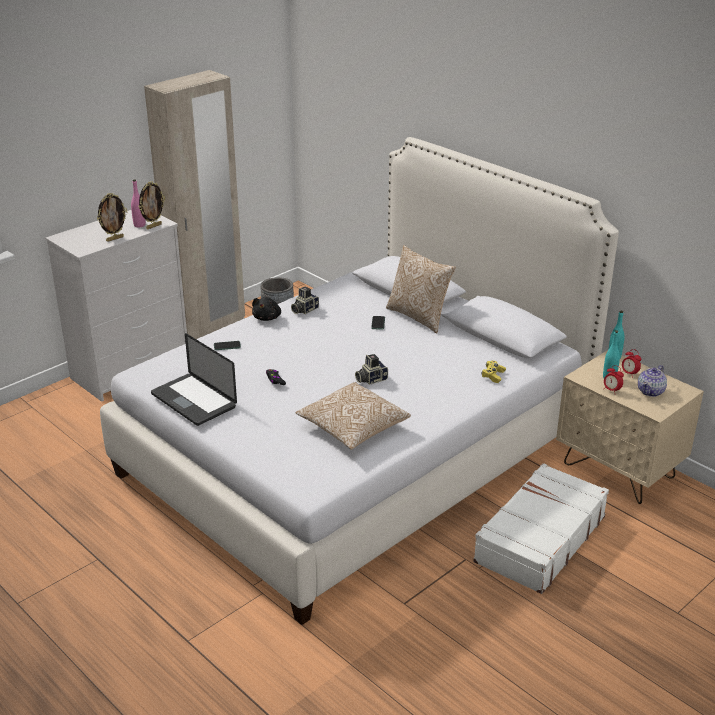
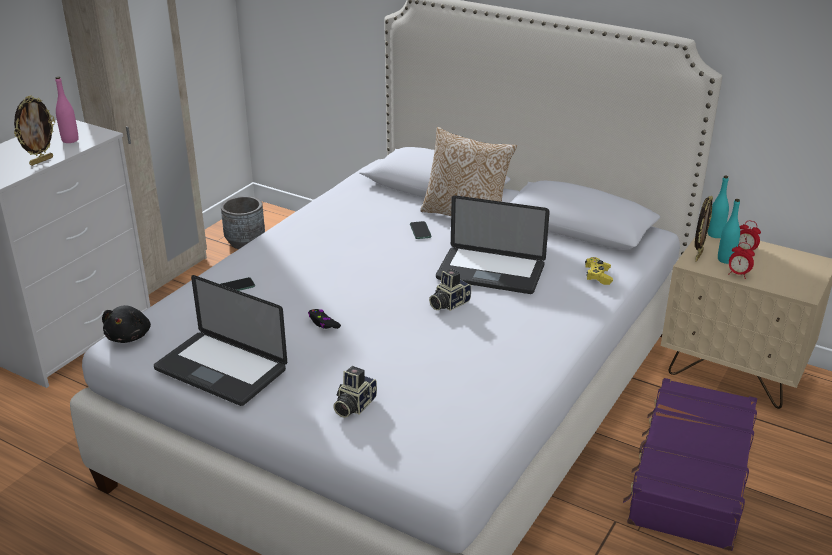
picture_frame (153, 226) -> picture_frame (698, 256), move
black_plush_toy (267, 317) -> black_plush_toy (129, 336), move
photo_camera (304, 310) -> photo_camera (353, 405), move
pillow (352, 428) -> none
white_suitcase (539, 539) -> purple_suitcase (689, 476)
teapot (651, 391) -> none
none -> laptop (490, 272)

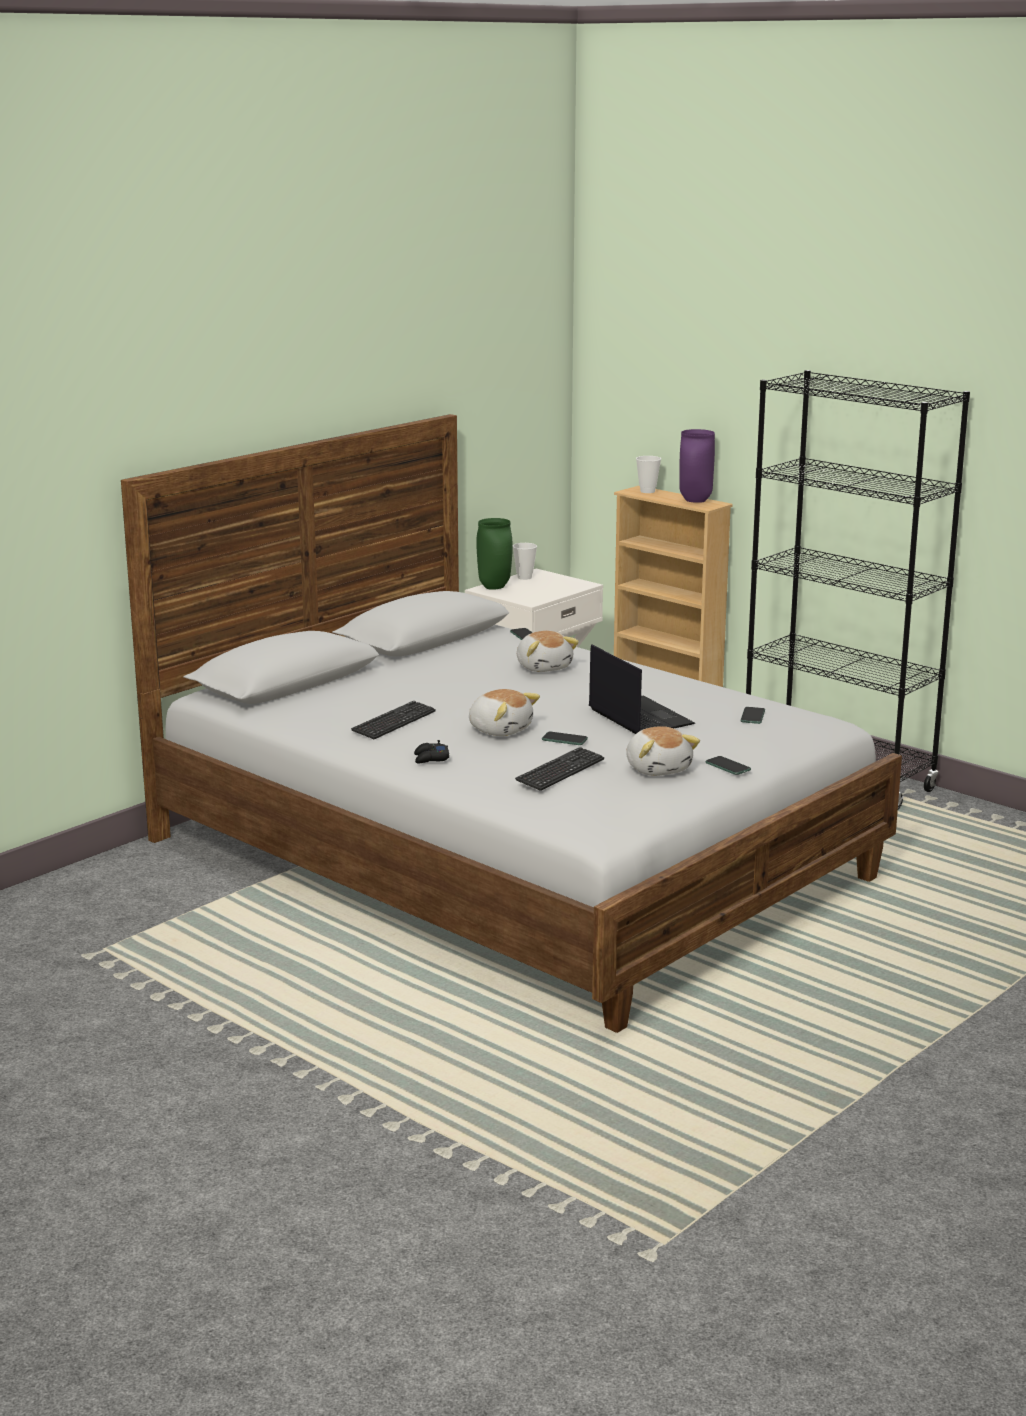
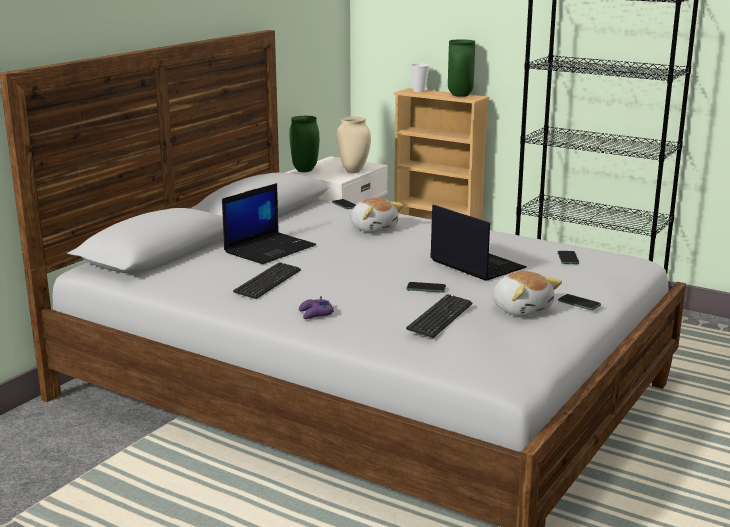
black_game_controller (431, 758) -> purple_game_controller (315, 313)
plush_toy (500, 729) -> none
cup (524, 577) -> none
purple_vase (694, 500) -> green_vase (459, 95)
none -> laptop (270, 249)
none -> beige_vase (354, 171)

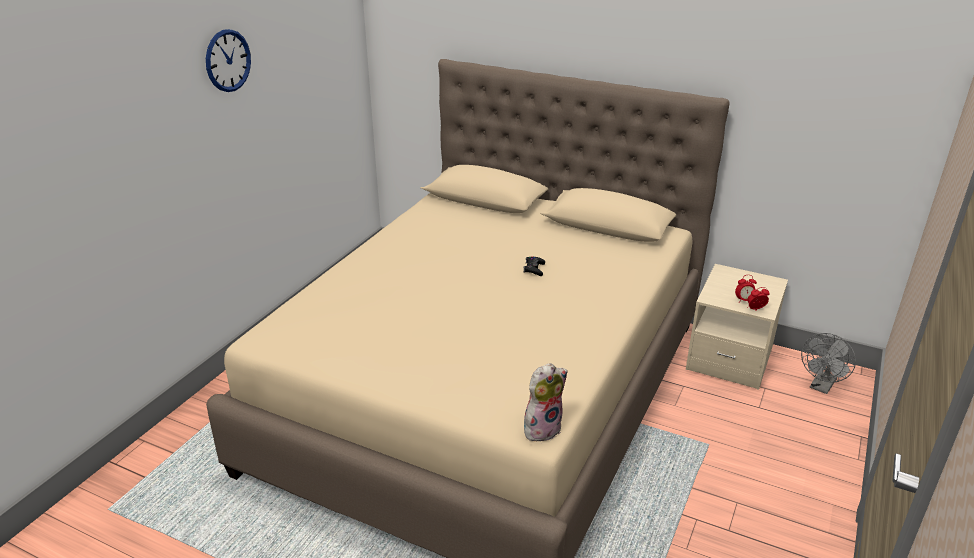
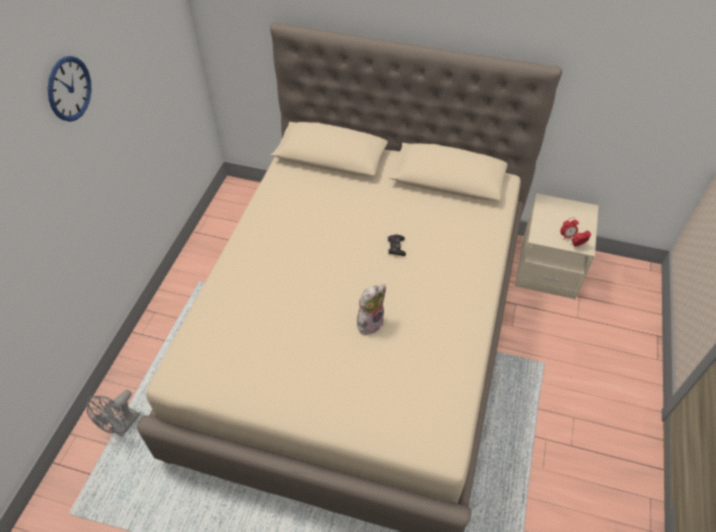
plush_toy (542, 428) -> plush_toy (369, 322), move
grey_fan (821, 387) -> grey_fan (122, 426), move

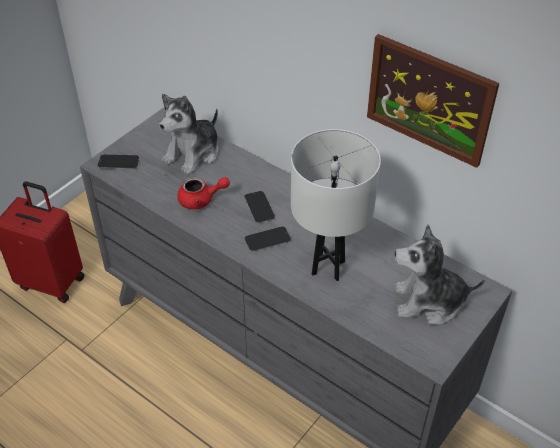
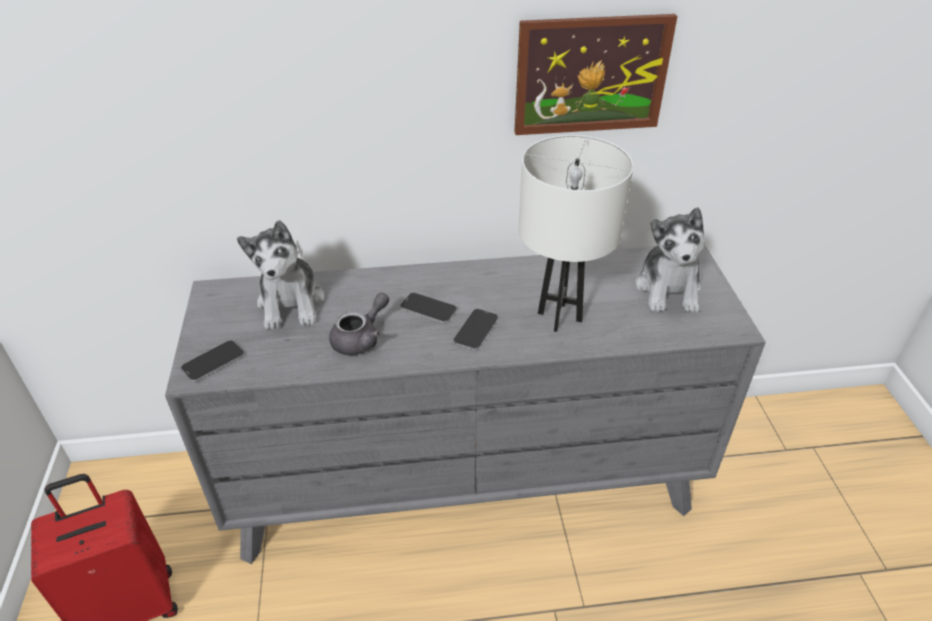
red_teapot (201, 200) -> grey_teapot (361, 338)
plush_toy (429, 302) -> plush_toy (668, 289), 45 degrees counterclockwise

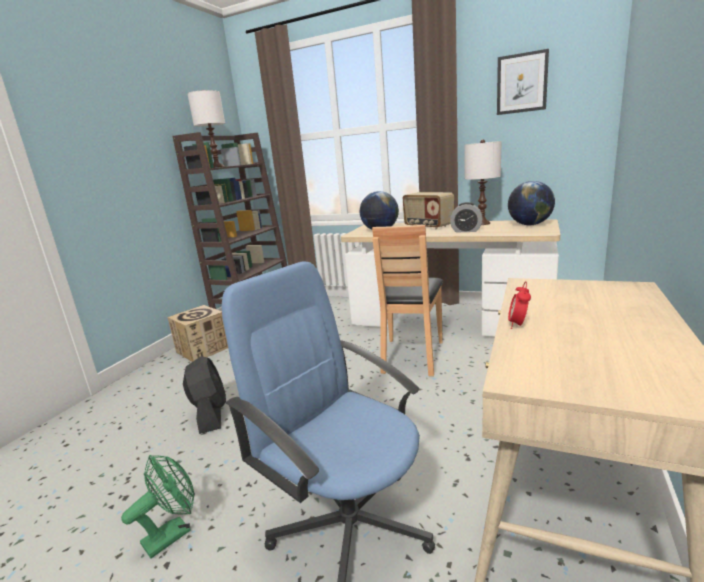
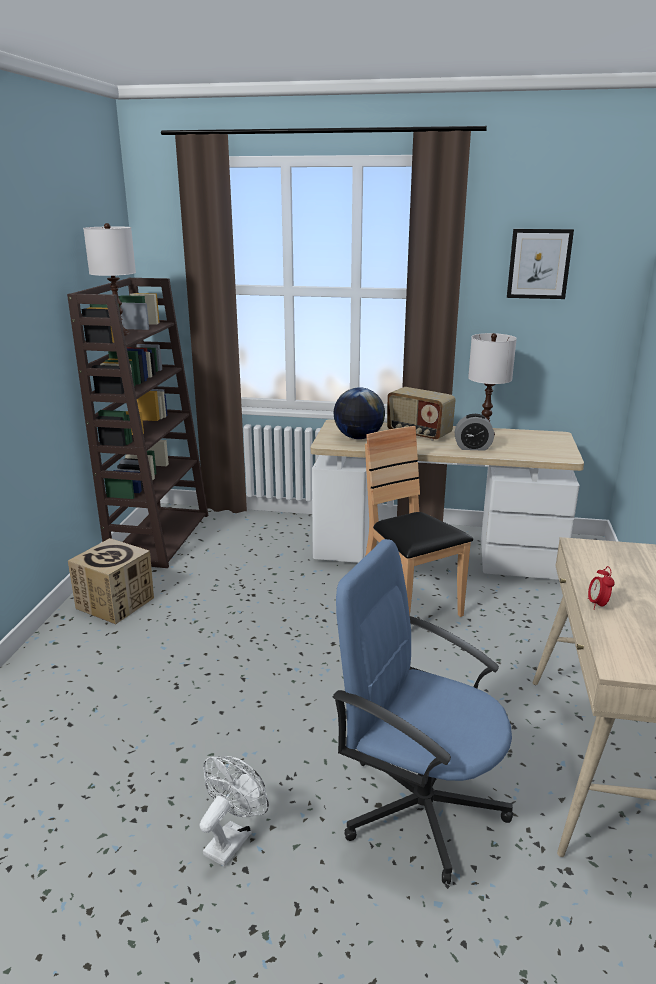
green_fan (173, 533) -> white_fan (232, 838)
black_fan (210, 414) -> none
brown_chair (411, 356) -> brown_chair (409, 604), 150 degrees clockwise
globe (529, 225) -> none

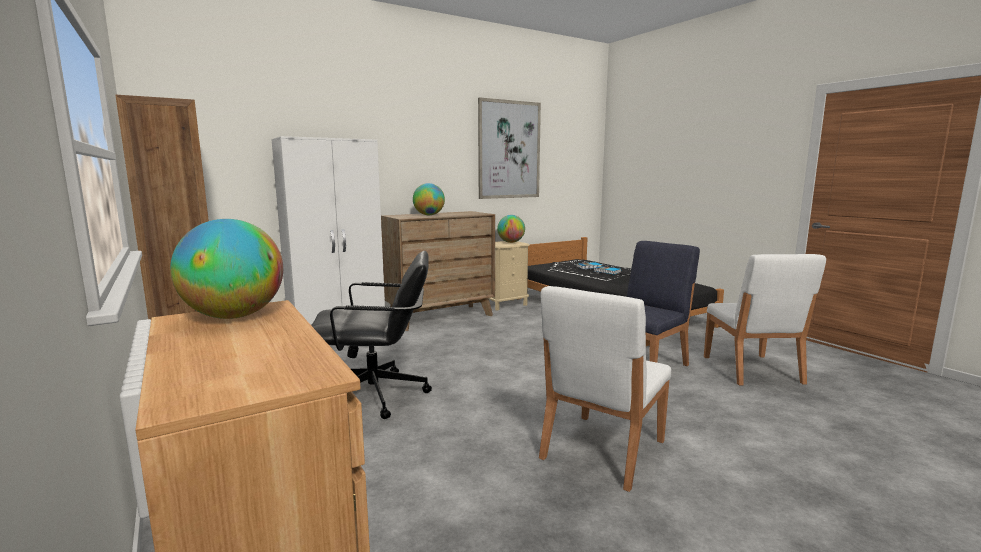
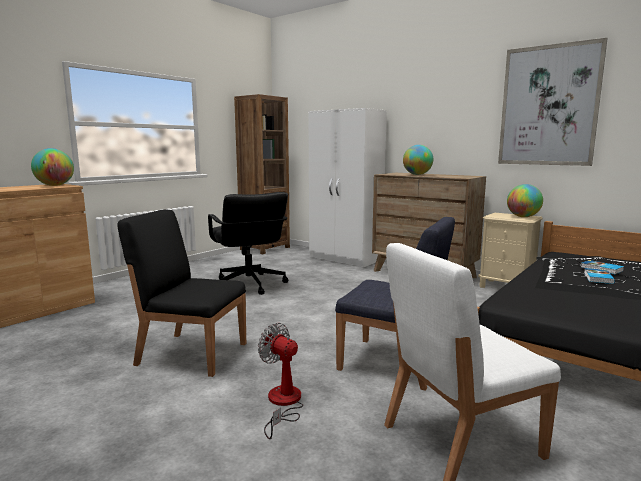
white_chair (601, 450) -> black_chair (191, 353)
none -> fan (283, 403)

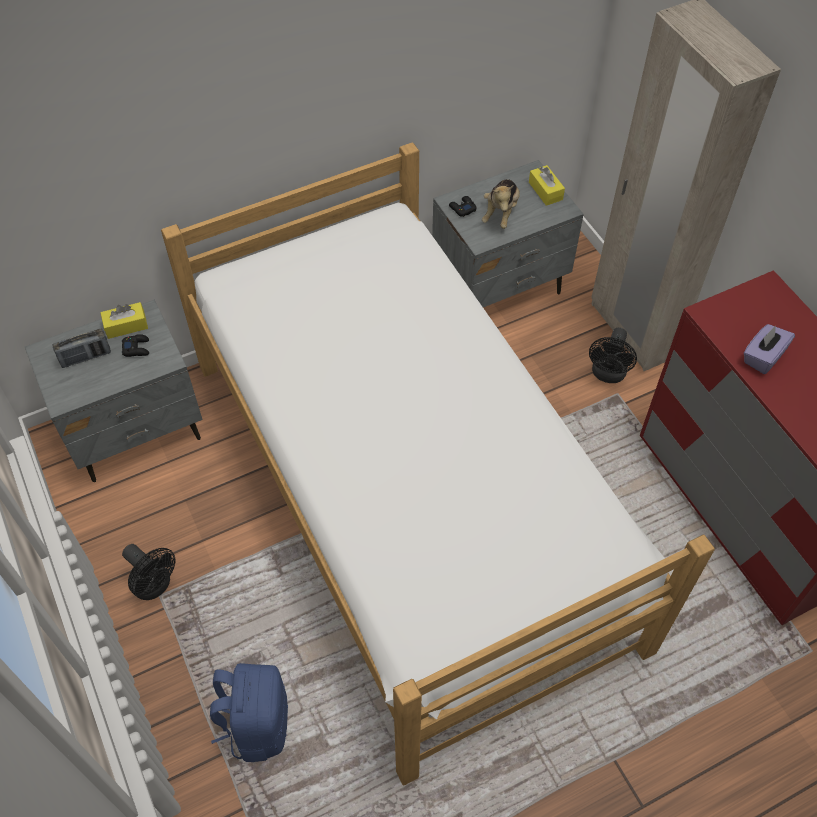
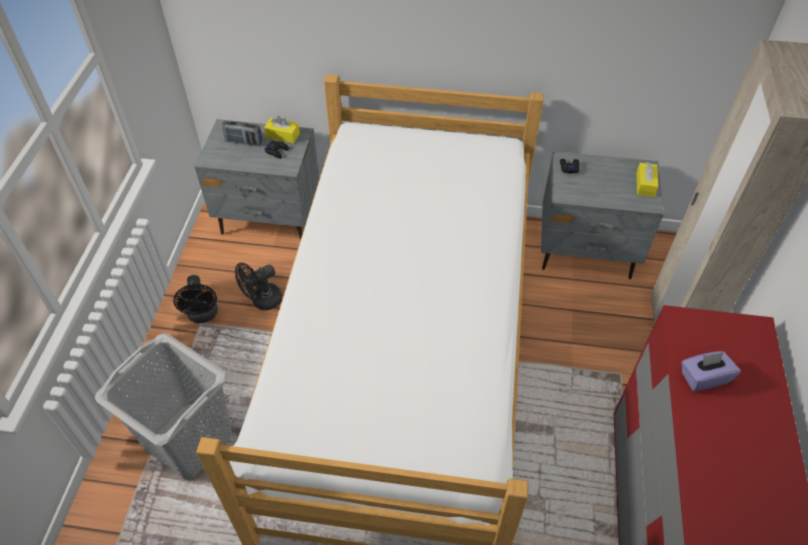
blue_backpack (257, 724) -> grey_laundry_basket (189, 439)
plush_toy (500, 213) -> none
black_fan (608, 375) -> black_fan (262, 301), move

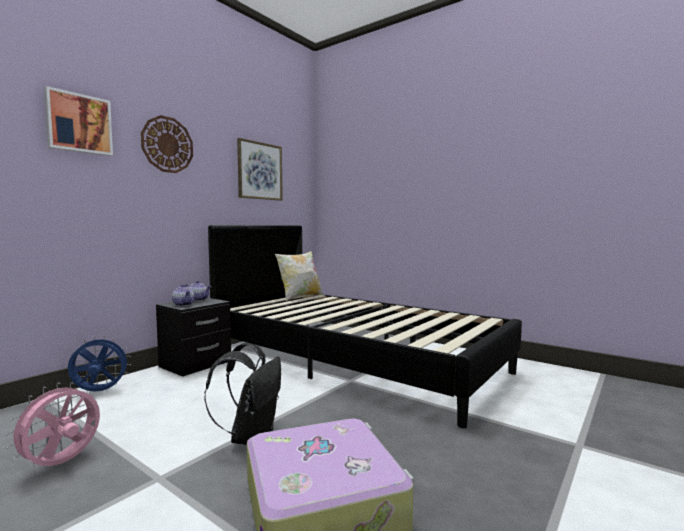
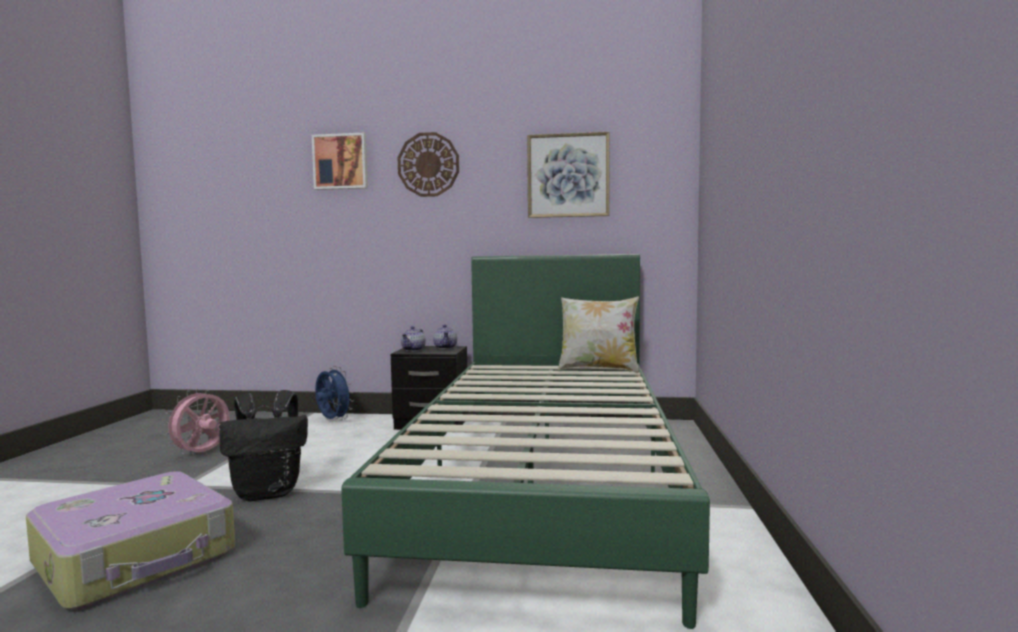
pink_fan (62, 464) -> pink_fan (202, 454), 60 degrees counterclockwise
black_bed (353, 361) -> green_bed (544, 480)

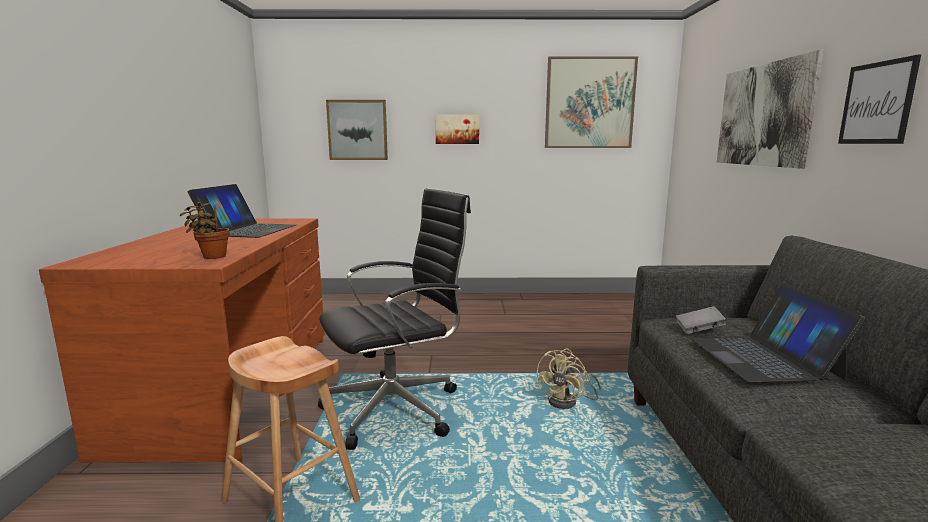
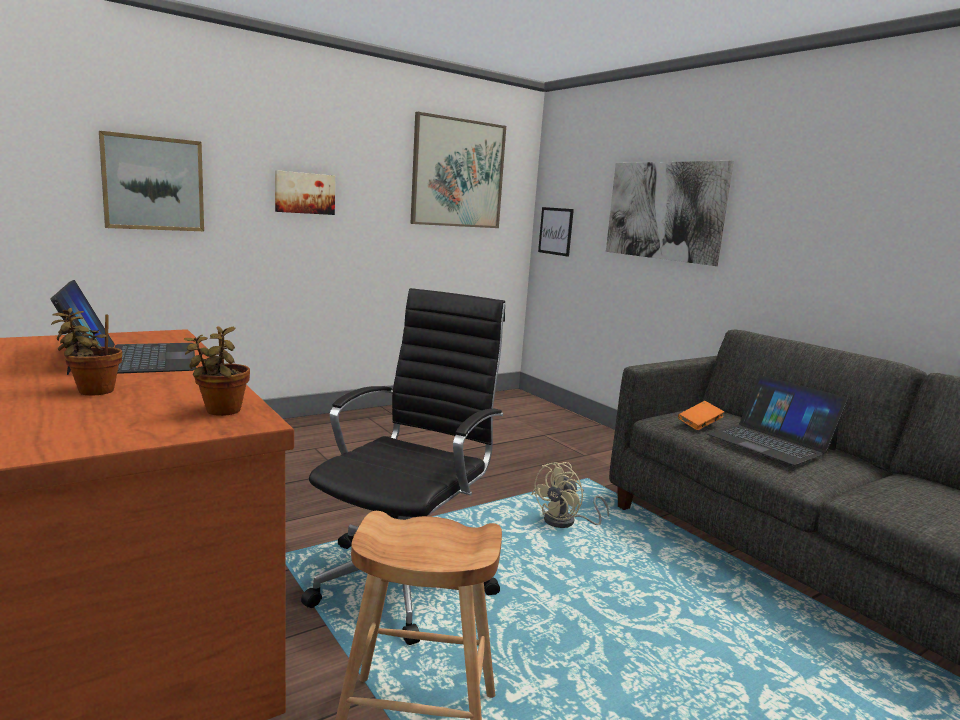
beige_fan (568, 402) -> beige_fan (566, 522), 45 degrees clockwise
grey_book (699, 330) -> orange_book (699, 425)
picture (877, 103) -> picture (555, 231), move
none -> potted_plant (92, 391)

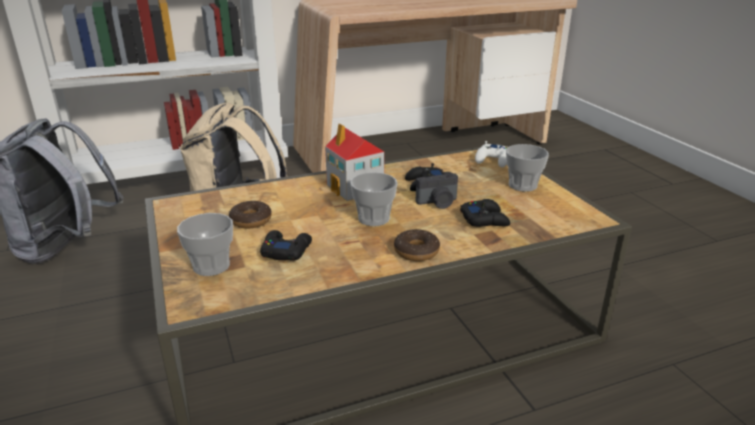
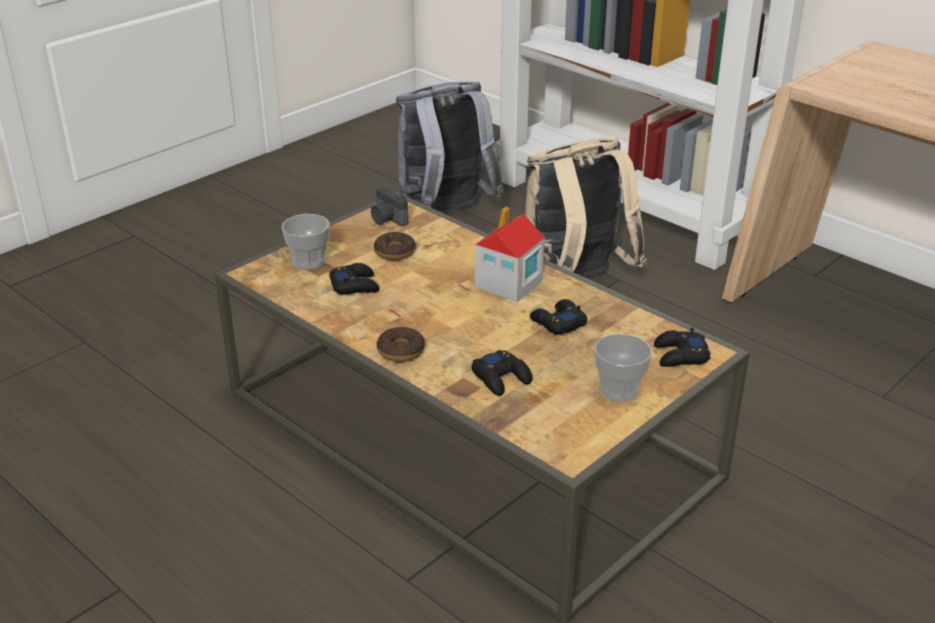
cup (373, 218) -> none
photo_camera (438, 203) -> photo_camera (387, 219), move
white_game_controller (493, 160) -> black_game_controller (680, 356)

